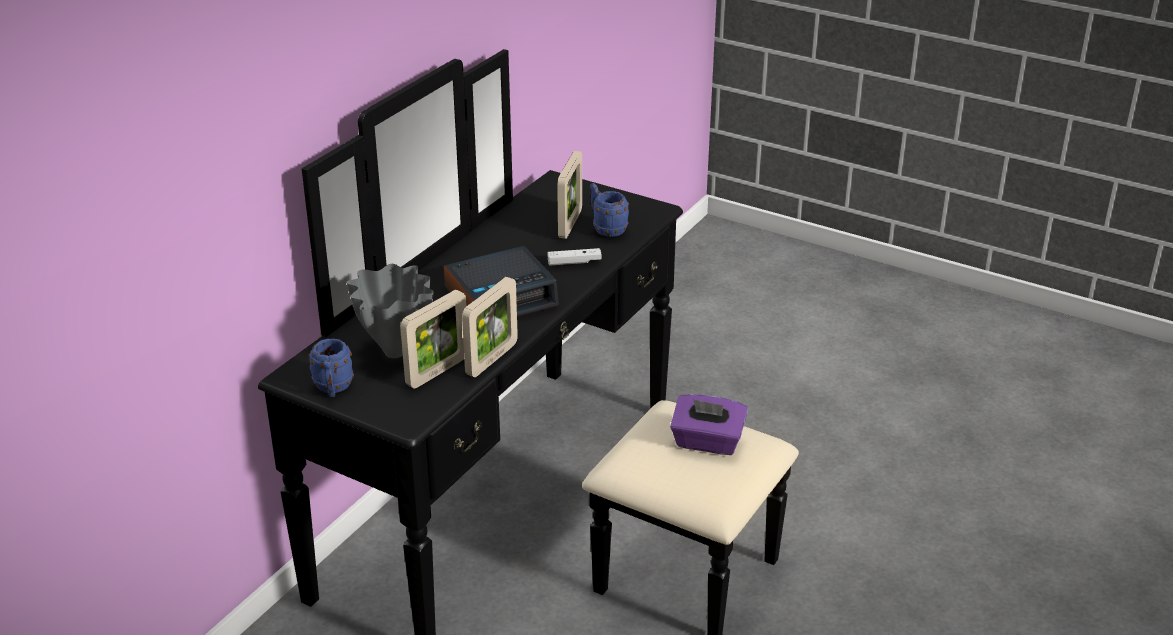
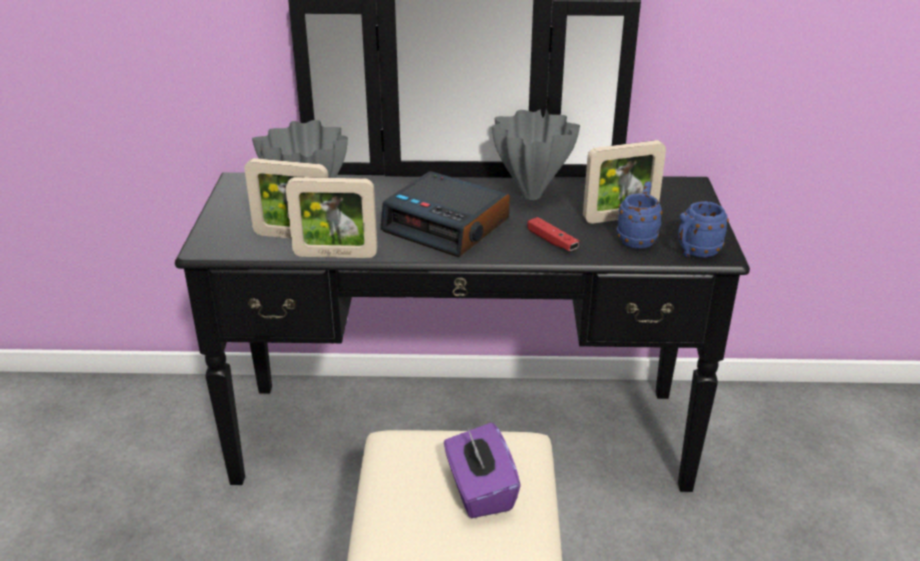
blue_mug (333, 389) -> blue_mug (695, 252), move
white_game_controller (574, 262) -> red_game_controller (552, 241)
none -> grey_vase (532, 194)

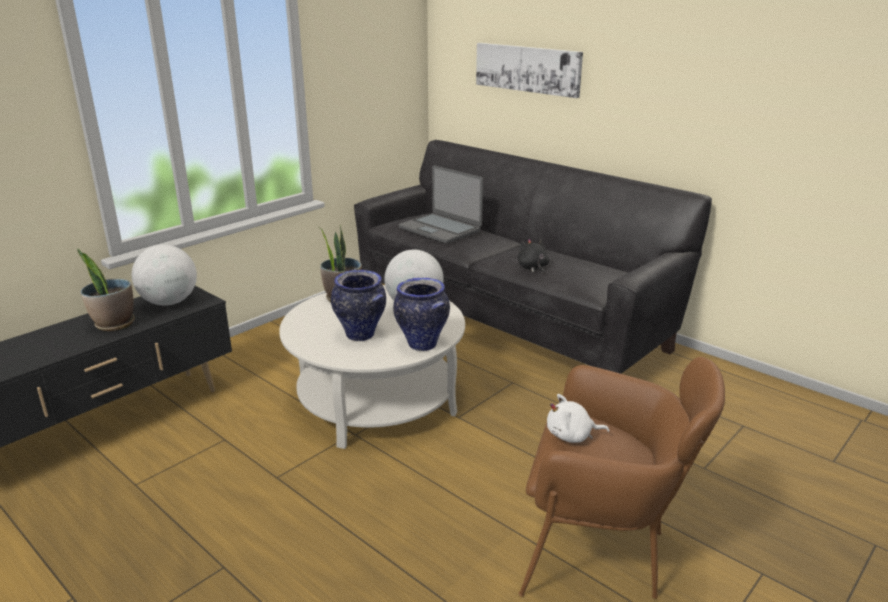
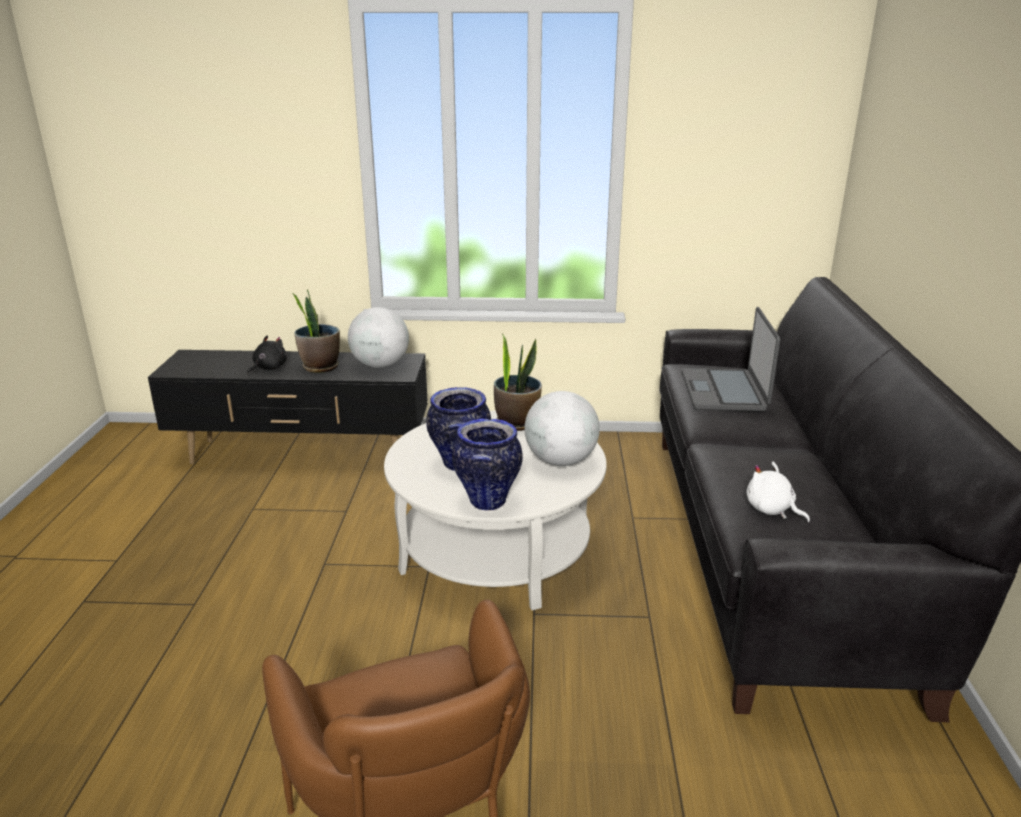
picture (528, 68) -> none
black_plush_toy (533, 268) -> black_plush_toy (268, 368), move
white_plush_toy (572, 436) -> white_plush_toy (771, 510), move

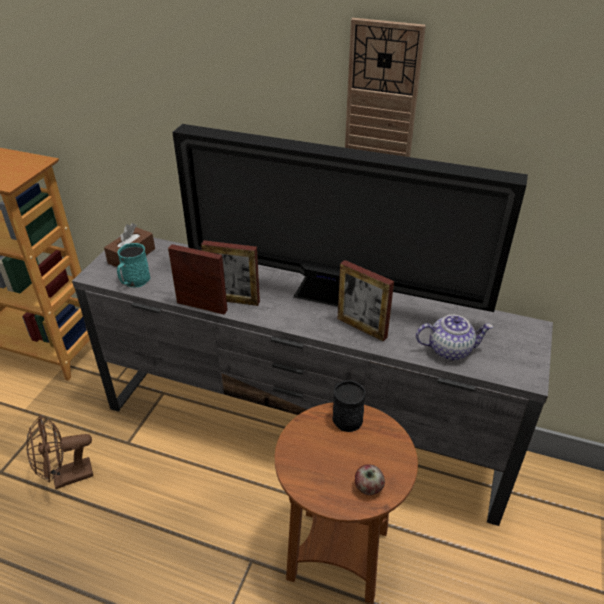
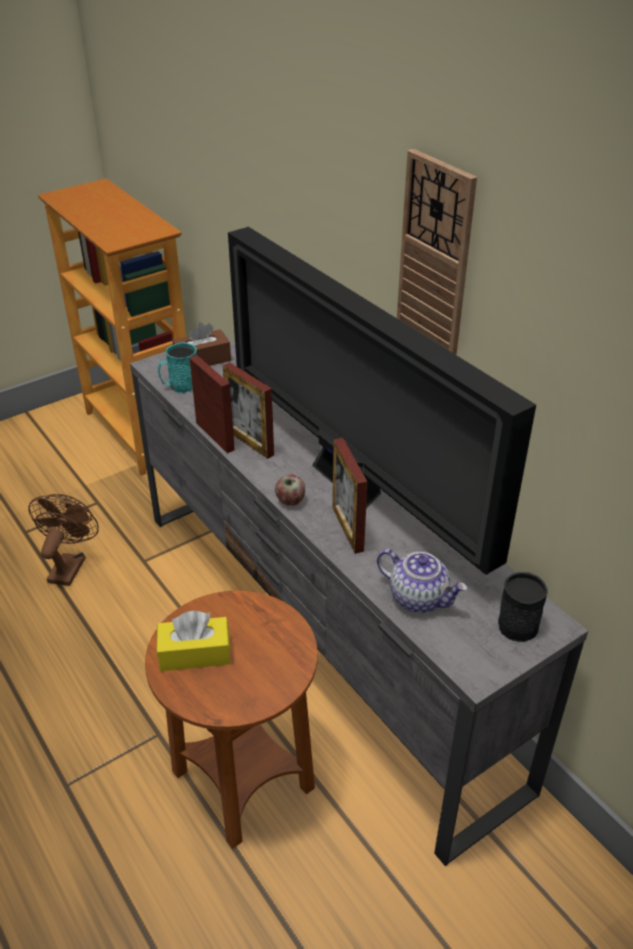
brown_fan (66, 477) -> brown_fan (69, 565), 90 degrees clockwise
black_mug (345, 416) -> black_mug (517, 621), move
apple (368, 488) -> apple (290, 501), move
none -> yellow_tissue_box (195, 653)

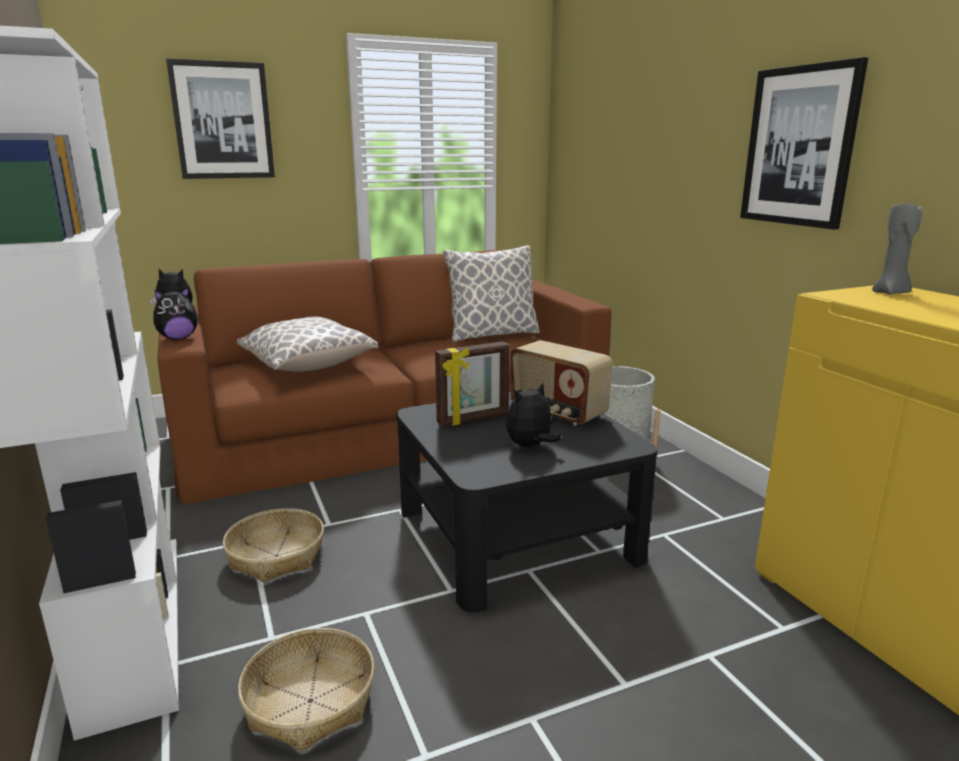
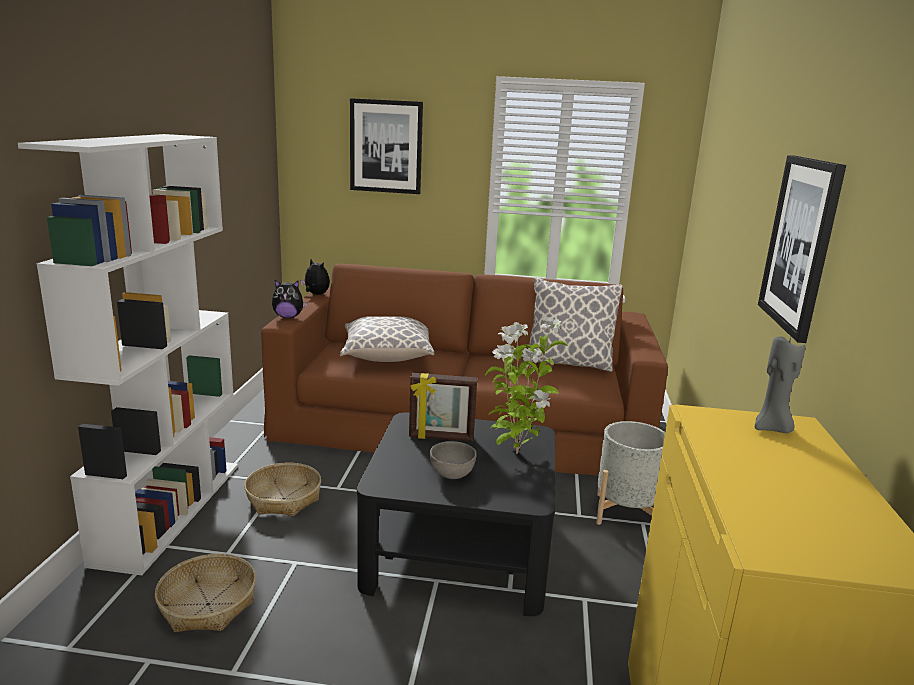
plush_toy (530, 446) -> grey_bowl (451, 474)
radio (557, 412) -> potted_plant (515, 452)

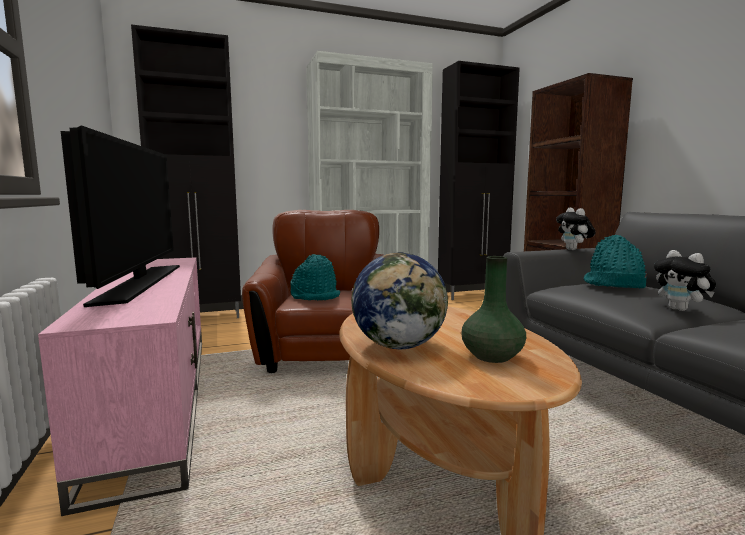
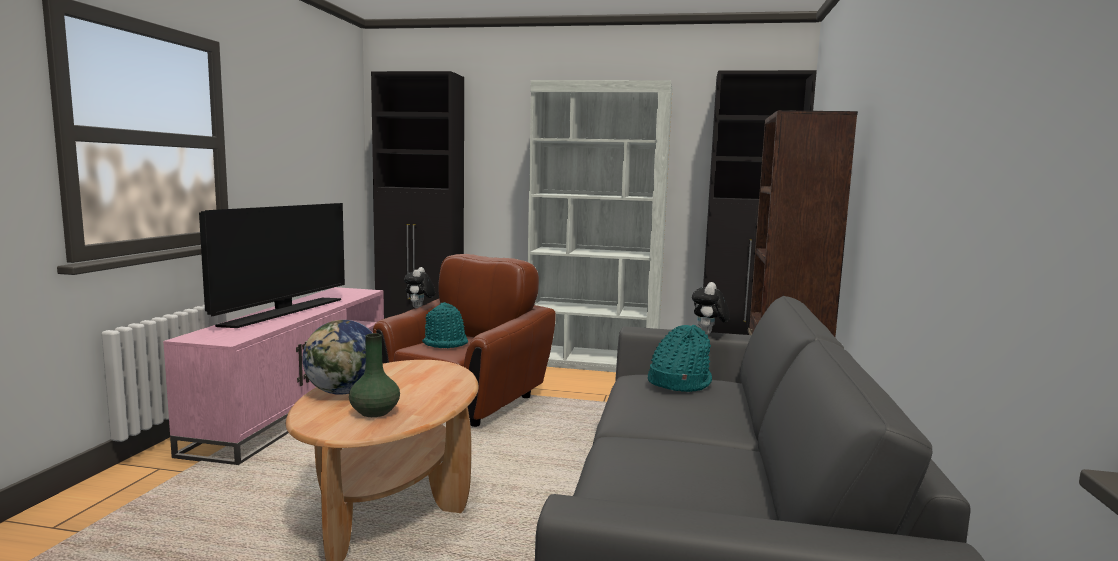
plush_toy (681, 309) -> plush_toy (419, 308), move

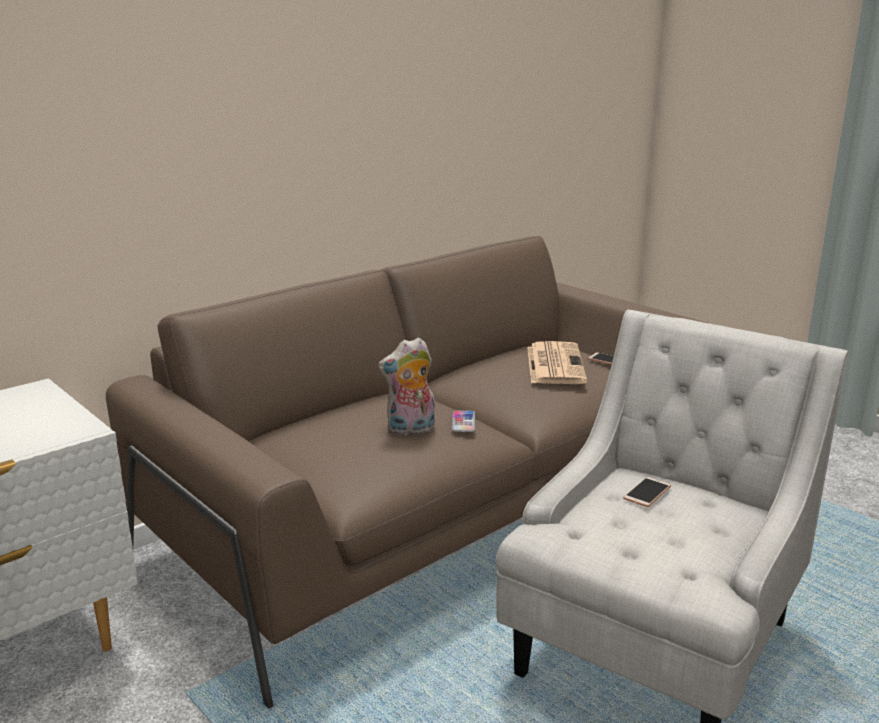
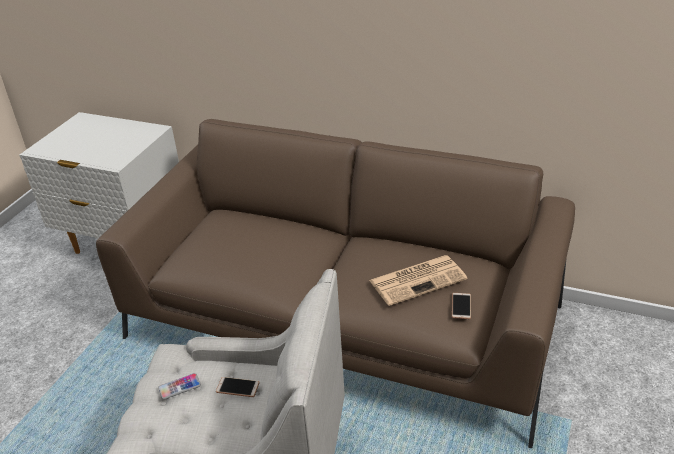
plush_toy (410, 430) -> none
phone (463, 422) -> phone (179, 387), move

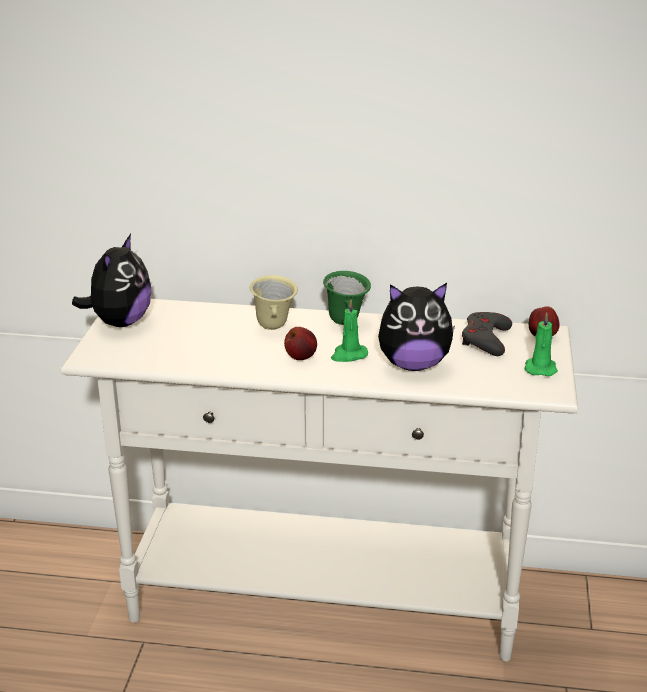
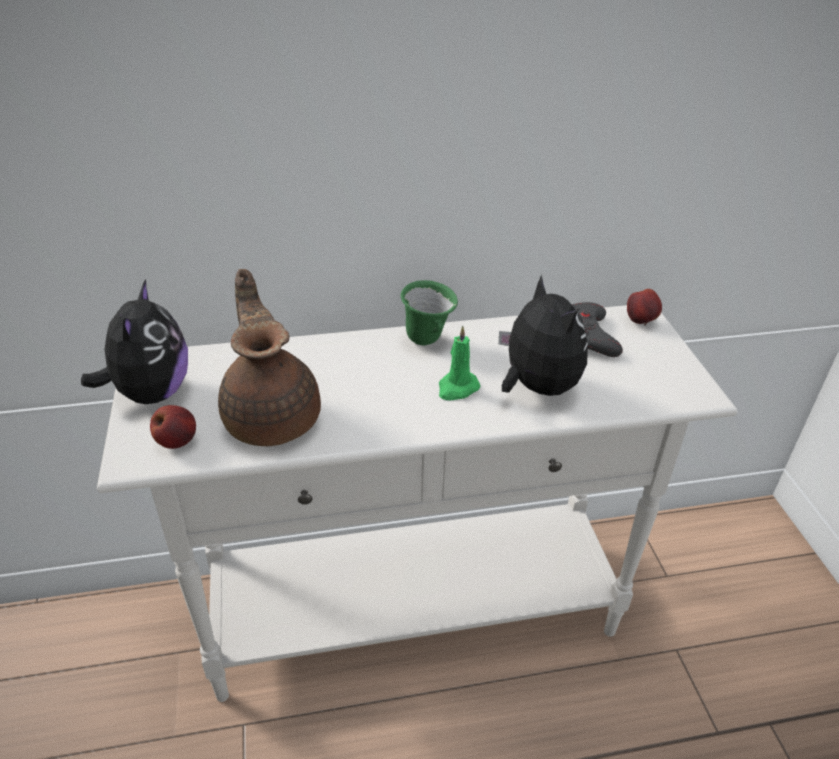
beige_mug (274, 327) -> none
apple (300, 357) -> apple (177, 442), move
plush_toy (413, 364) -> plush_toy (536, 387), 90 degrees counterclockwise
green_candle (540, 368) -> none
none -> brown_teapot (272, 416)

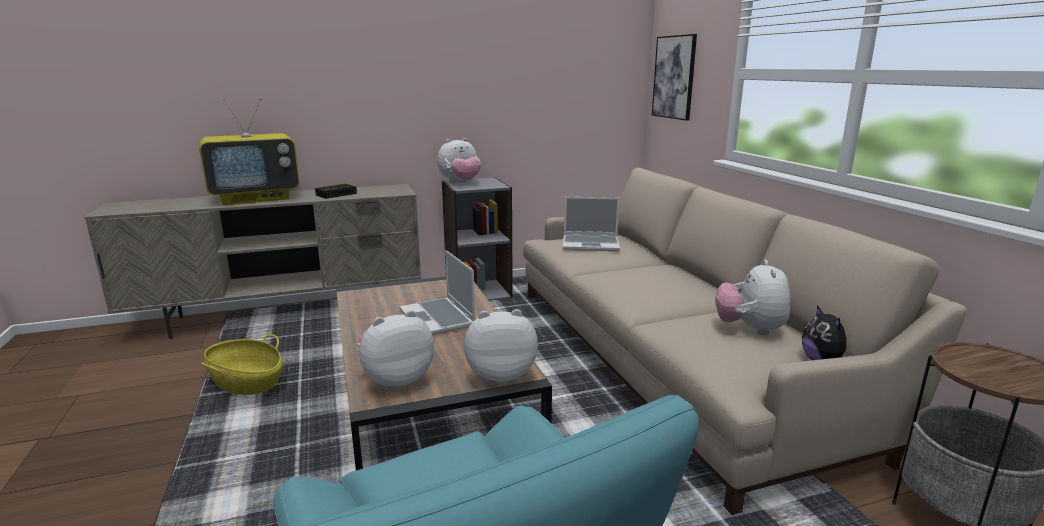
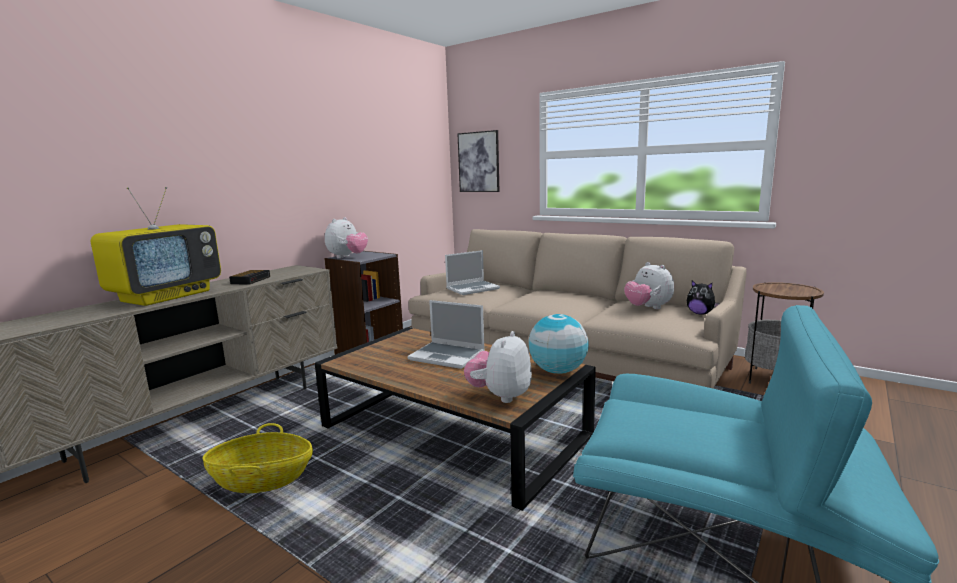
plush_toy (500, 375) -> globe (558, 371)

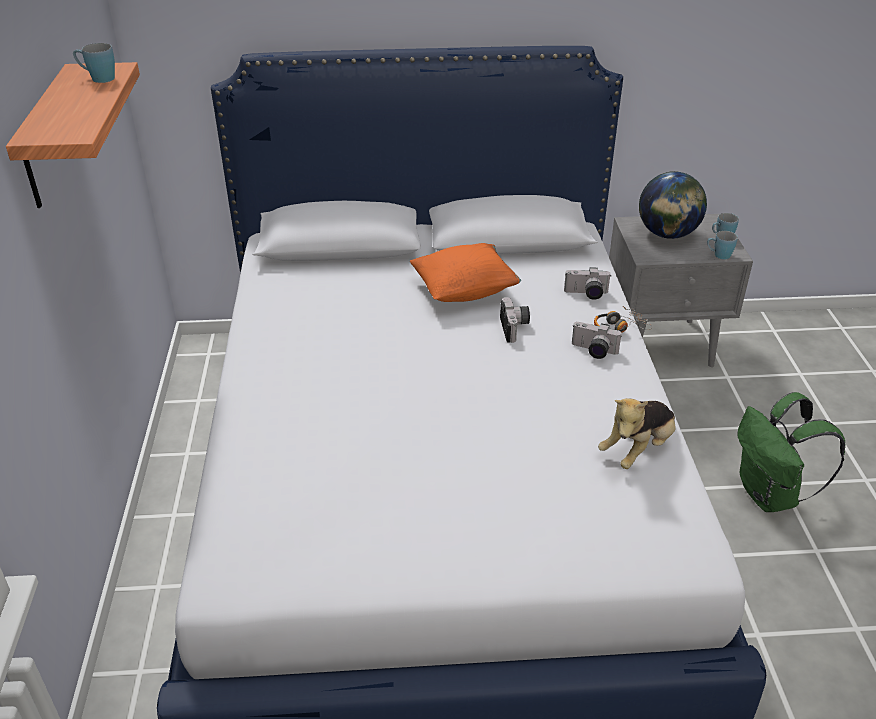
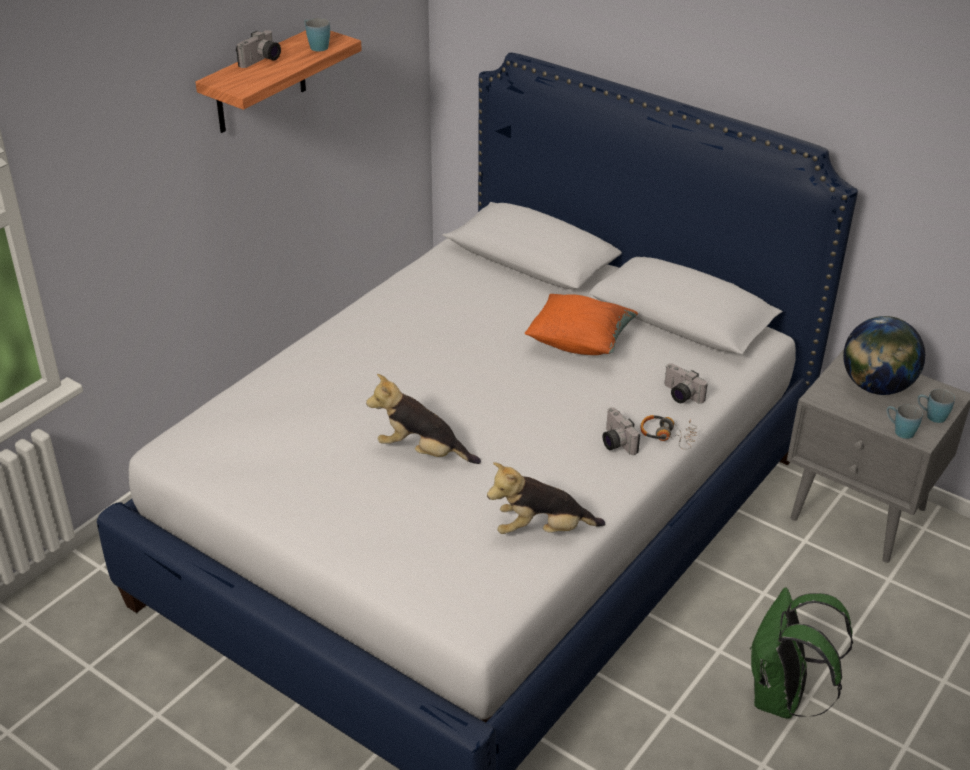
photo_camera (515, 328) -> photo_camera (262, 61), move
none -> plush_toy (422, 452)

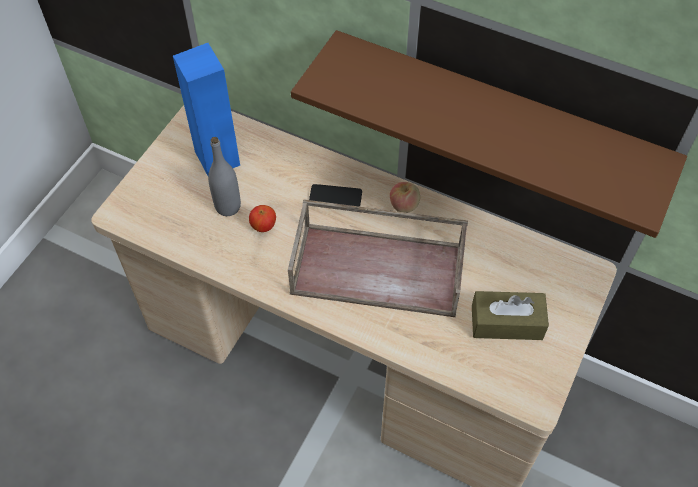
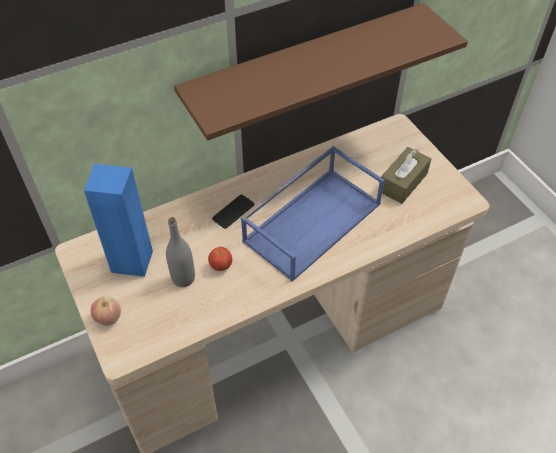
brown_tray (380, 268) -> blue_tray (312, 220)
apple (404, 205) -> apple (108, 317), move

